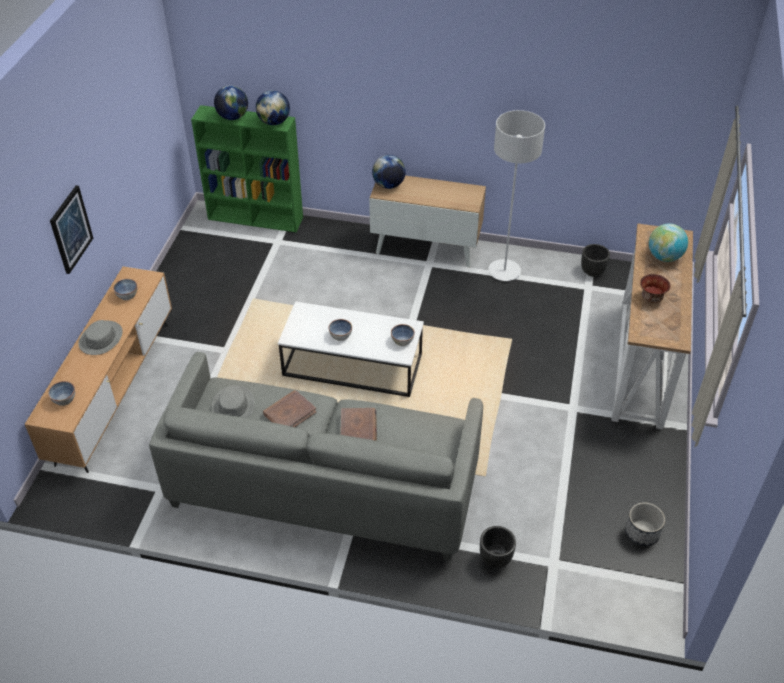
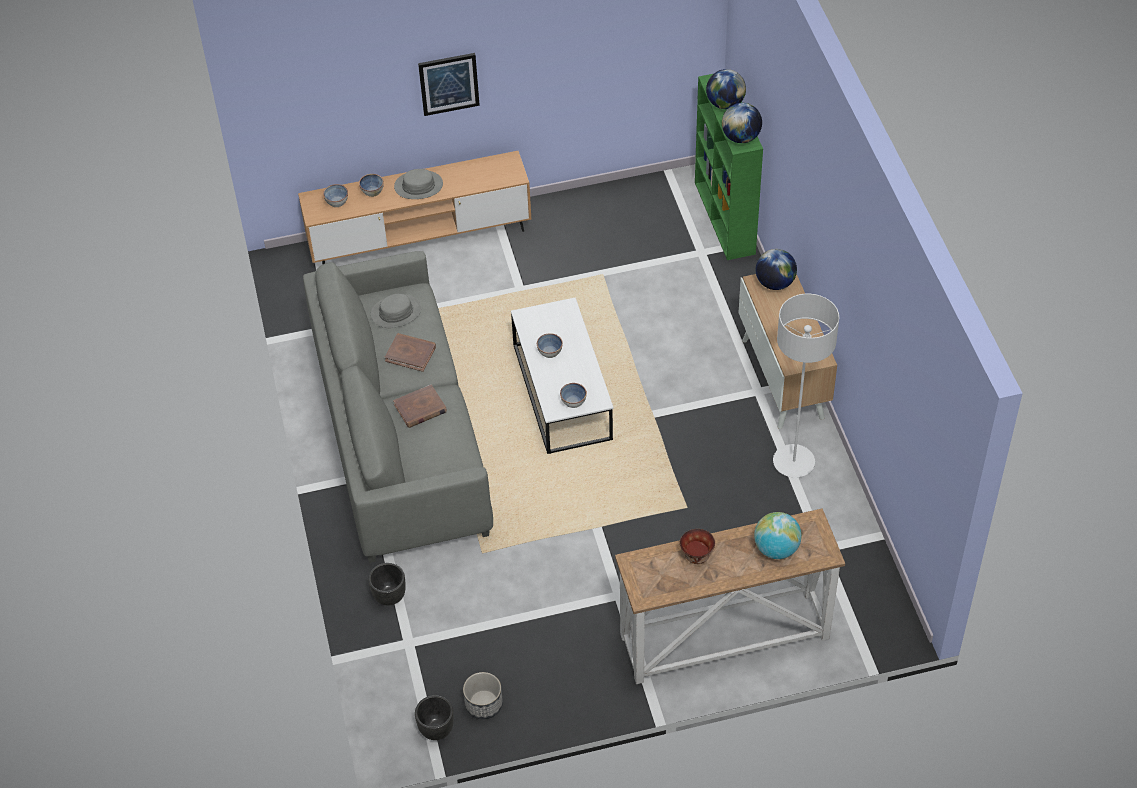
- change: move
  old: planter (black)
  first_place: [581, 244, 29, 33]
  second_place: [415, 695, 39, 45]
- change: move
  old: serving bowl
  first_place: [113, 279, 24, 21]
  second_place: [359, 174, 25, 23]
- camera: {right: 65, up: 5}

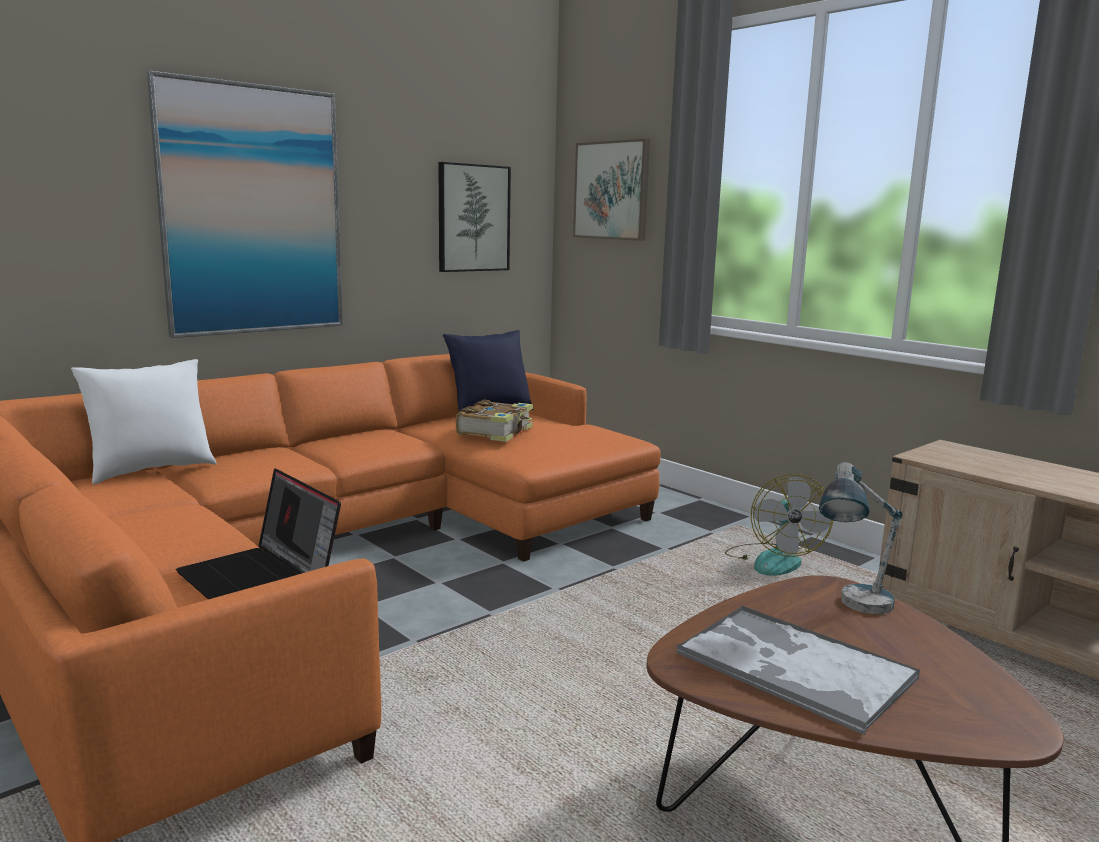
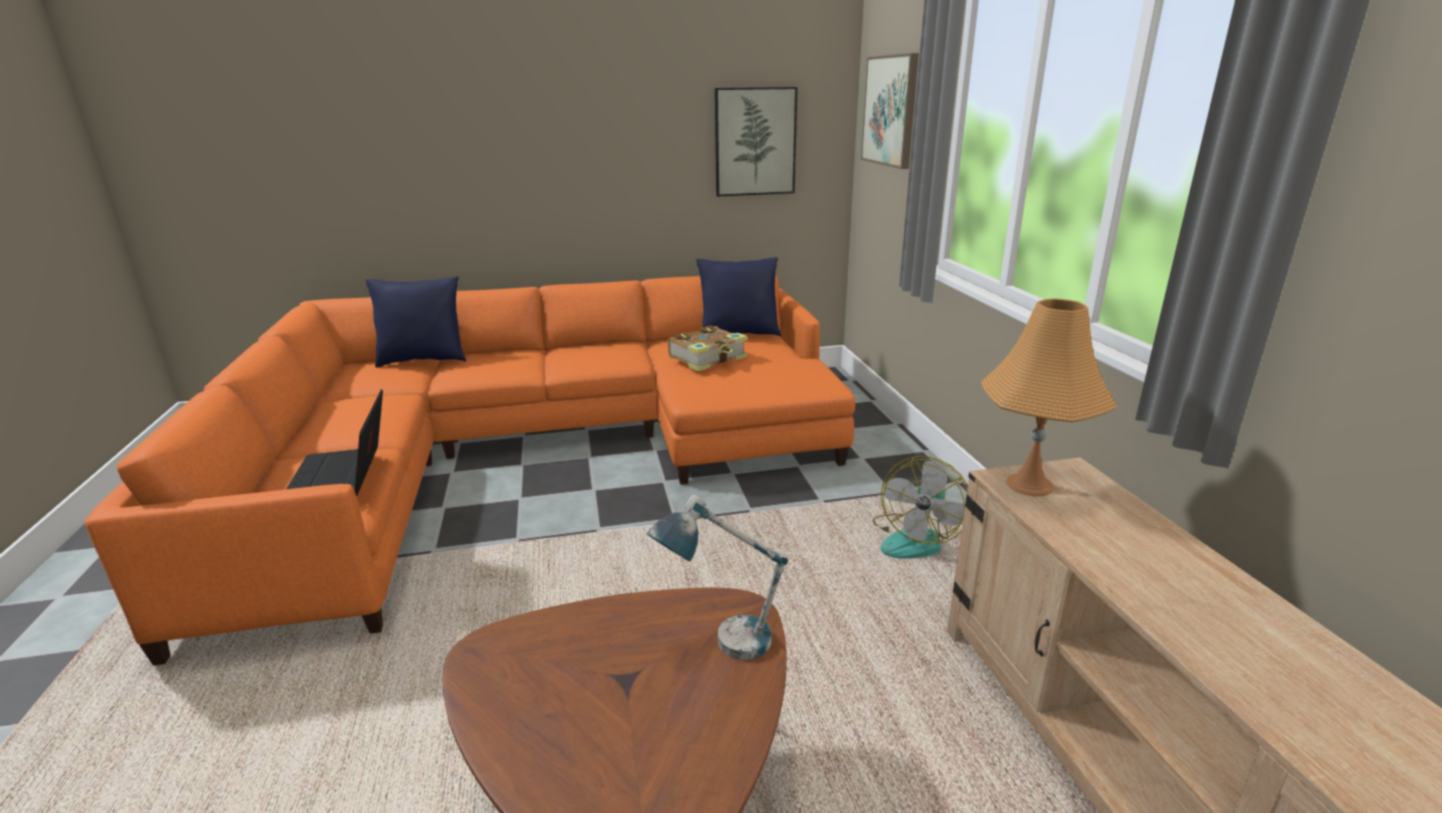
- change: delete
  old: wall picture
  first_place: [147, 71, 196, 267]
- change: recolor
  old: throw pillow (white-coloured)
  new: throw pillow (blue)
  first_place: [71, 359, 146, 125]
  second_place: [366, 276, 100, 91]
- change: delete
  old: tray
  first_place: [677, 605, 243, 130]
- change: insert
  new: tabletop lamp (orangey)
  second_place: [981, 298, 136, 198]
- camera: {right: 30, up: 10}

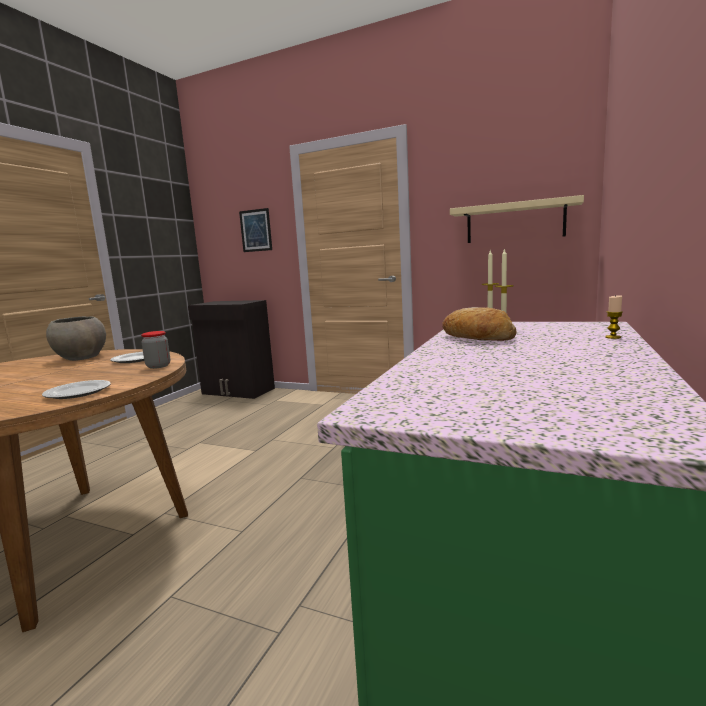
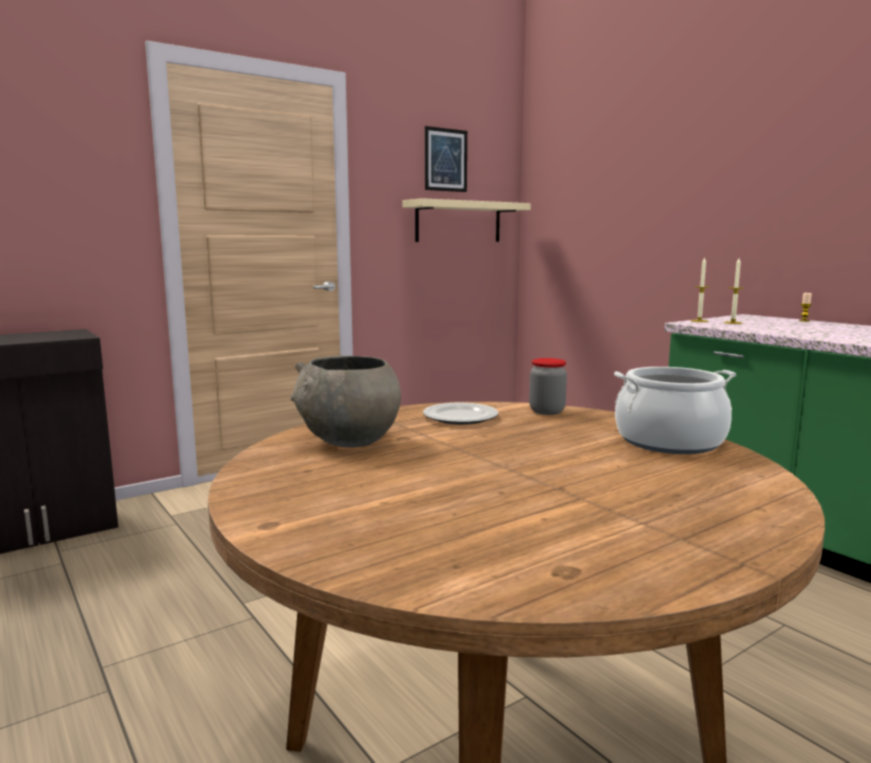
- change: move
  old: wall picture
  first_place: [239, 208, 33, 44]
  second_place: [425, 126, 42, 66]
- change: delete
  old: bread
  first_place: [442, 307, 75, 34]
- change: replace
  old: dinner plate
  new: stockpot
  first_place: [42, 380, 69, 19]
  second_place: [614, 367, 122, 87]
- camera: {right: -60, up: 0}

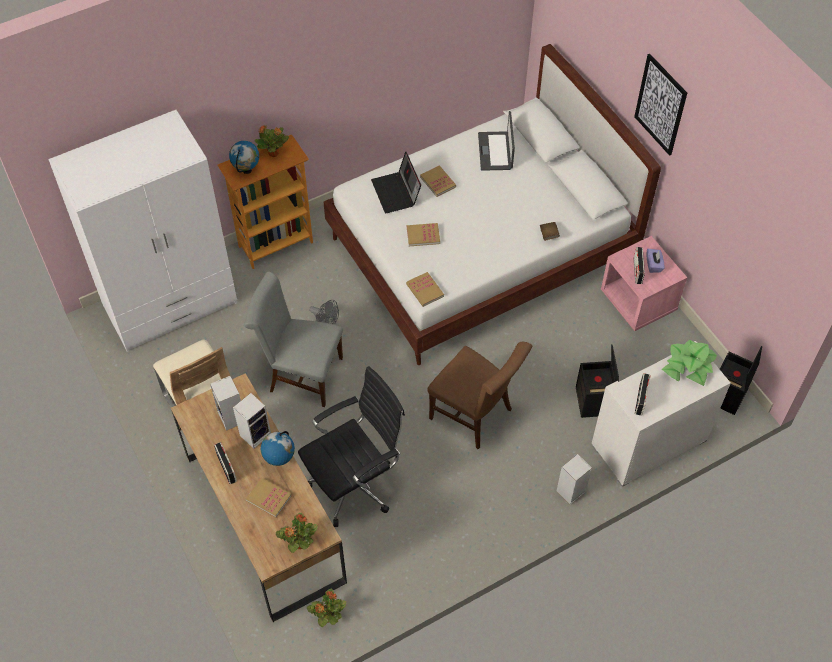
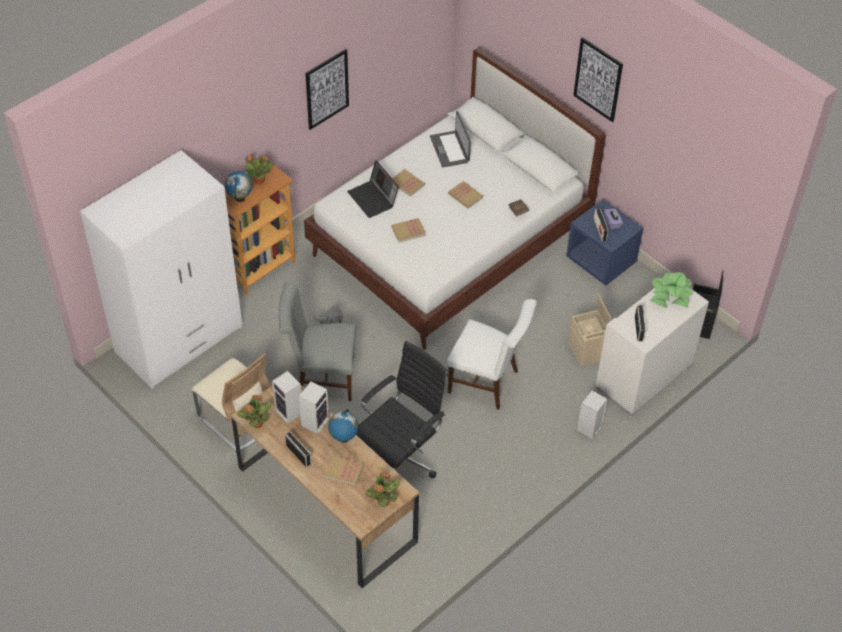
- change: recolor
  old: bedside table (pink)
  new: bedside table (blue)
  first_place: [601, 236, 86, 95]
  second_place: [566, 199, 78, 87]
- change: move
  old: bound book
  first_place: [406, 272, 38, 35]
  second_place: [448, 181, 35, 28]
- change: recolor
  old: plain chair (brownish)
  new: plain chair (white-coloured)
  first_place: [427, 342, 105, 107]
  second_place: [447, 299, 90, 111]
- change: recolor
  old: storage bin (black)
  new: storage bin (beige-coloured)
  first_place: [576, 344, 43, 74]
  second_place: [568, 293, 43, 73]
- change: move
  old: plant in a pot
  first_place: [307, 589, 39, 38]
  second_place: [237, 395, 35, 33]
- change: insert
  new: wall picture
  second_place: [305, 49, 44, 81]
- camera: {right: -15, up: -5}

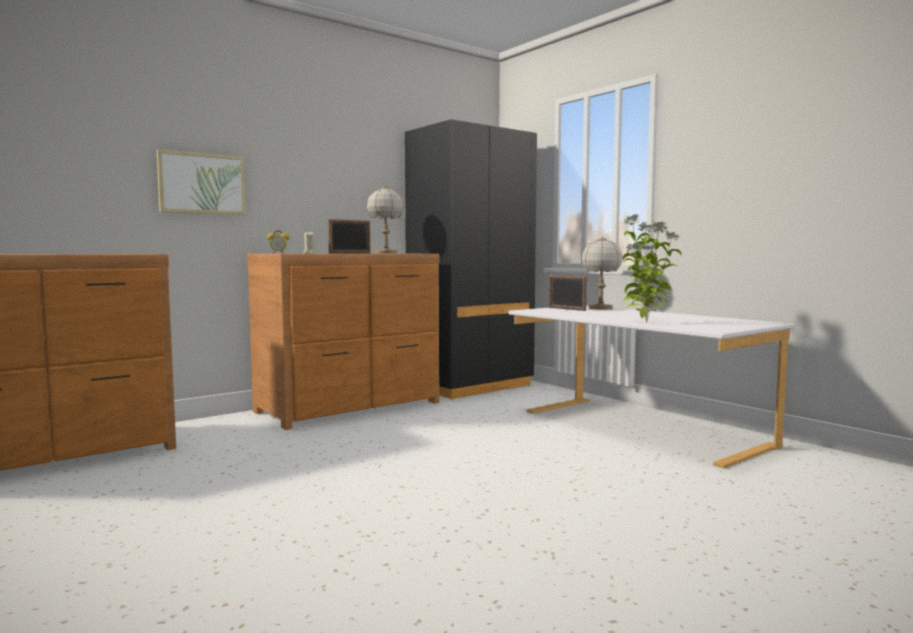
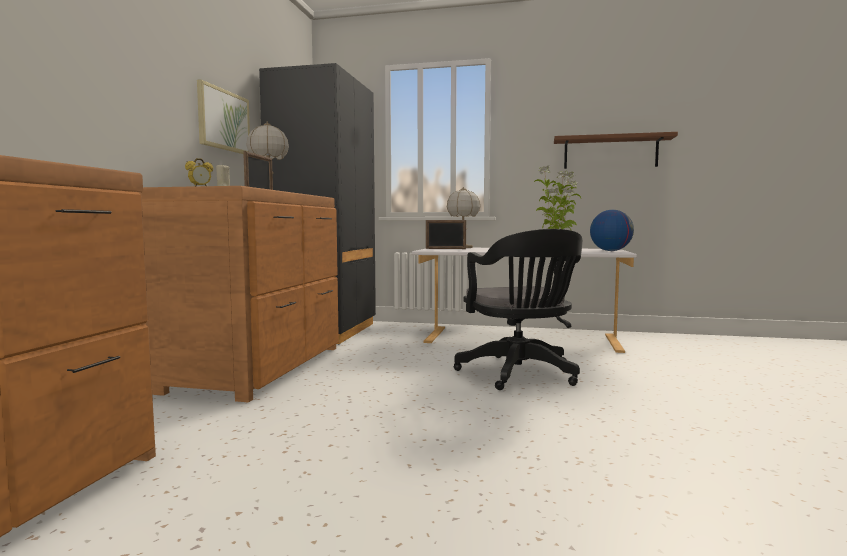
- change: move
  old: wall picture
  first_place: [157, 149, 89, 66]
  second_place: [197, 79, 53, 75]
- change: insert
  new: shelf
  second_place: [554, 132, 124, 37]
- change: insert
  new: desk globe
  second_place: [590, 210, 44, 41]
- change: insert
  new: office chair (black)
  second_place: [454, 229, 129, 161]
- camera: {right: -40, up: 0}

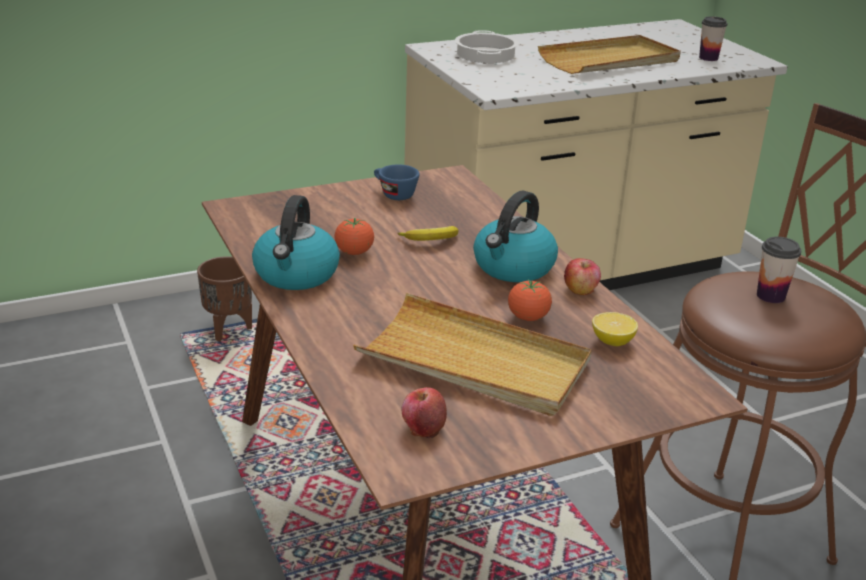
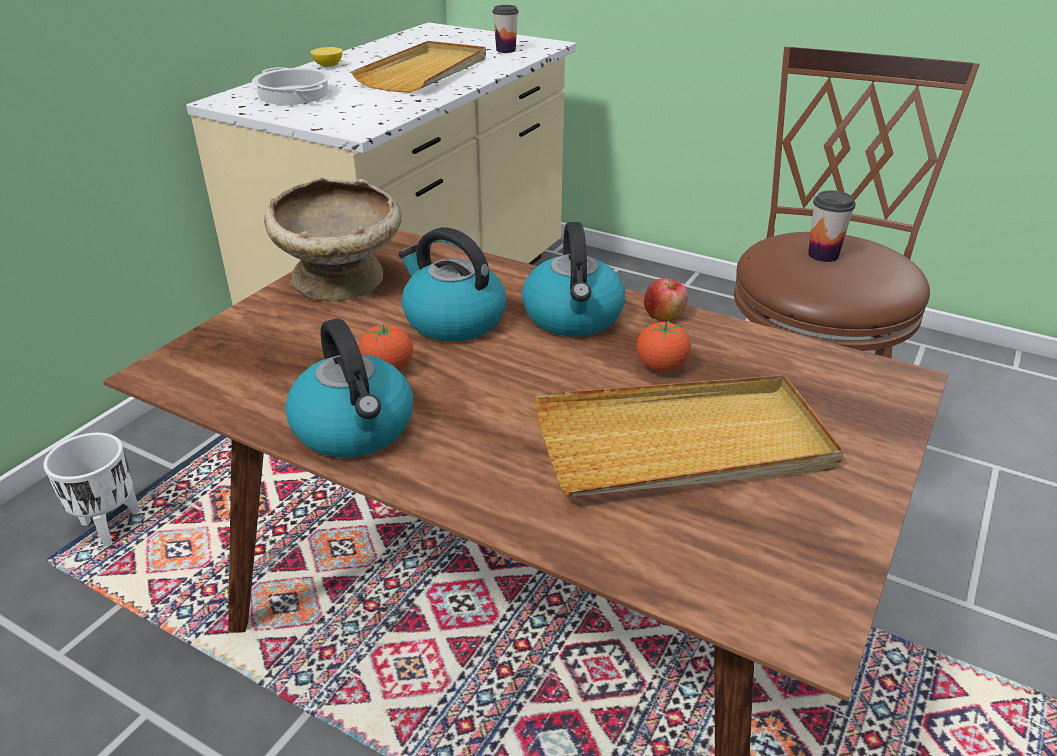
- change: replace
  old: cup (blue)
  new: serving bowl (beige-coloured)
  first_place: [374, 165, 46, 35]
  second_place: [264, 177, 138, 124]
- change: replace
  old: banana fruit
  new: water kettle
  first_place: [397, 226, 61, 15]
  second_place: [398, 227, 108, 115]
- change: recolor
  old: planter (brownish)
  new: planter (white-coloured)
  first_place: [197, 256, 55, 85]
  second_place: [43, 432, 97, 115]
- change: move
  old: whole lemon
  first_place: [592, 312, 46, 34]
  second_place: [311, 47, 31, 20]
- change: delete
  old: whole apple
  first_place: [401, 387, 46, 51]
- camera: {right: -35, up: 5}

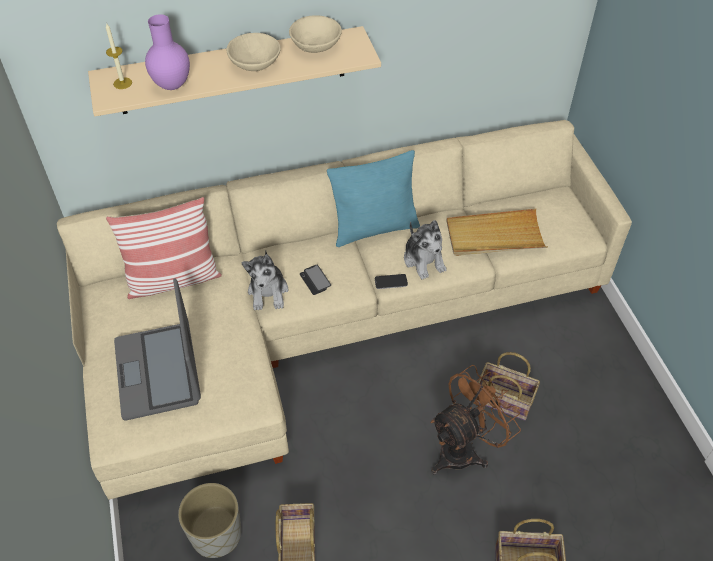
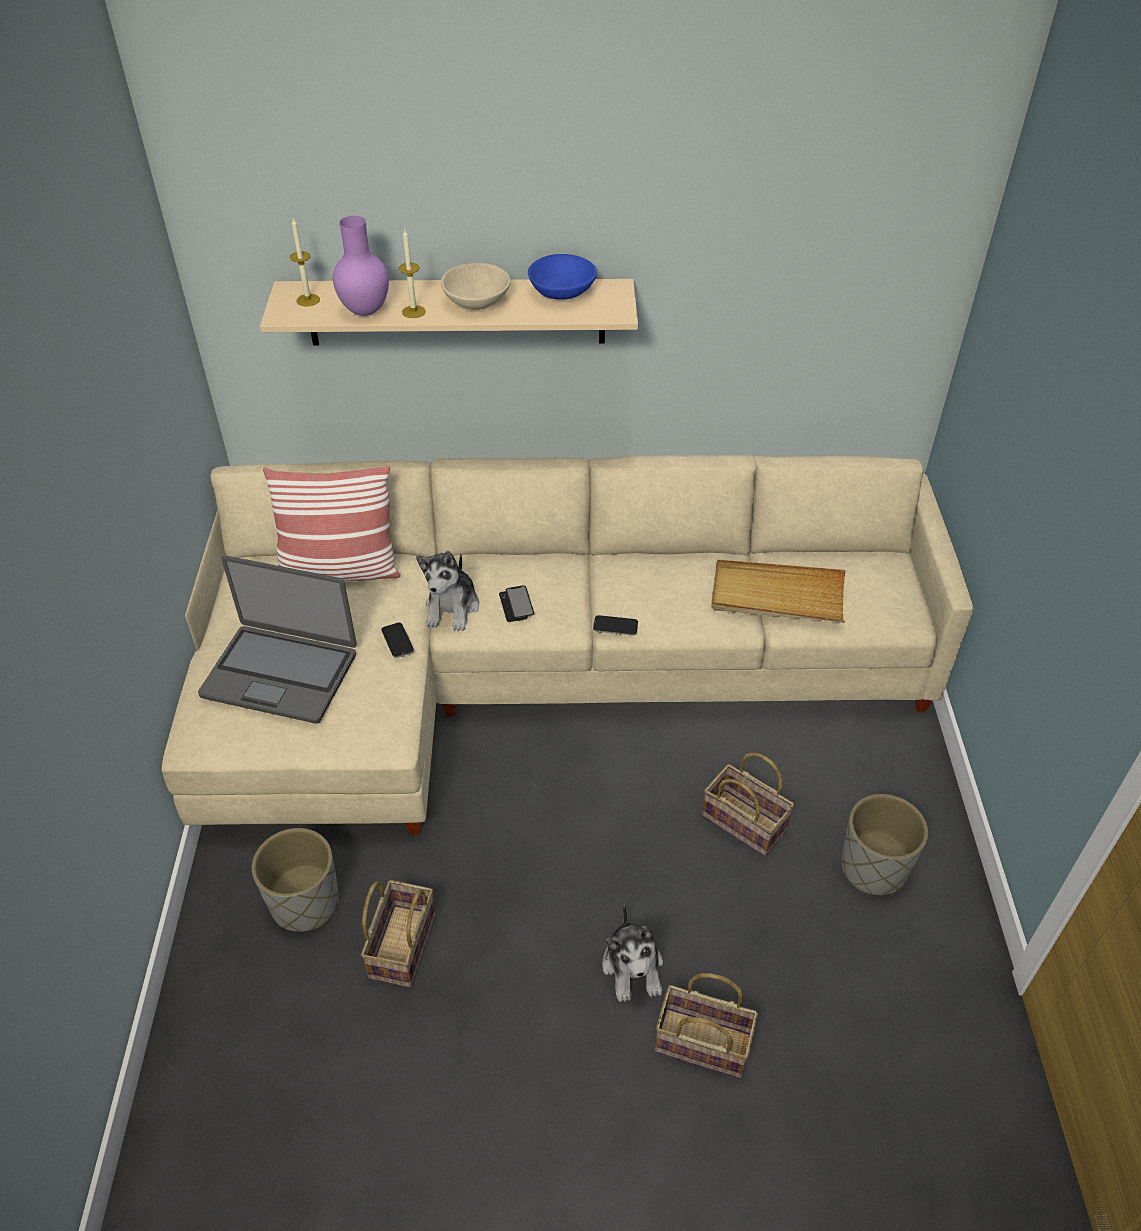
- change: recolor
  old: serving bowl (beige-coloured)
  new: serving bowl (blue)
  first_place: [289, 15, 53, 38]
  second_place: [528, 254, 69, 46]
- change: delete
  old: throw pillow (turquoise-coloured)
  first_place: [327, 150, 93, 97]
- change: move
  old: plush toy
  first_place: [404, 220, 43, 59]
  second_place: [602, 903, 61, 99]
- change: rotate
  old: laptop
  first_place: [114, 278, 87, 143]
  second_place: [198, 555, 159, 168]
  degrees: -75
- change: delete
  old: electric fan (brownish)
  first_place: [431, 365, 90, 109]
- change: insert
  new: wax candle
  second_place: [399, 230, 27, 88]
- change: insert
  new: telephone
  second_place: [381, 623, 33, 35]
- change: insert
  new: planter (gray)
  second_place: [841, 794, 87, 101]
- camera: {right: 15, up: -5}

